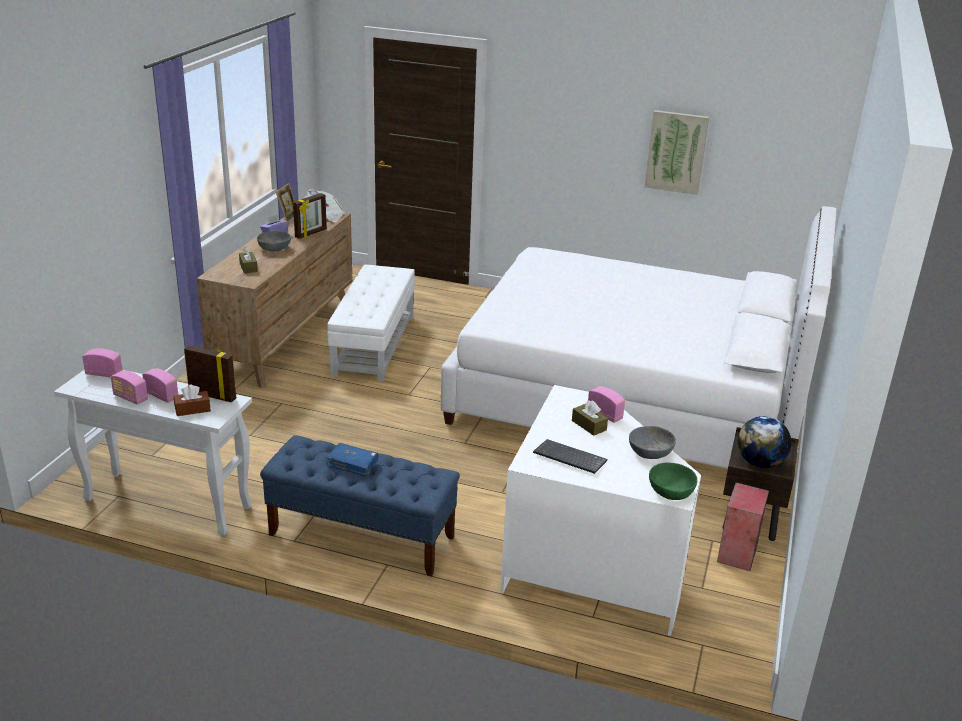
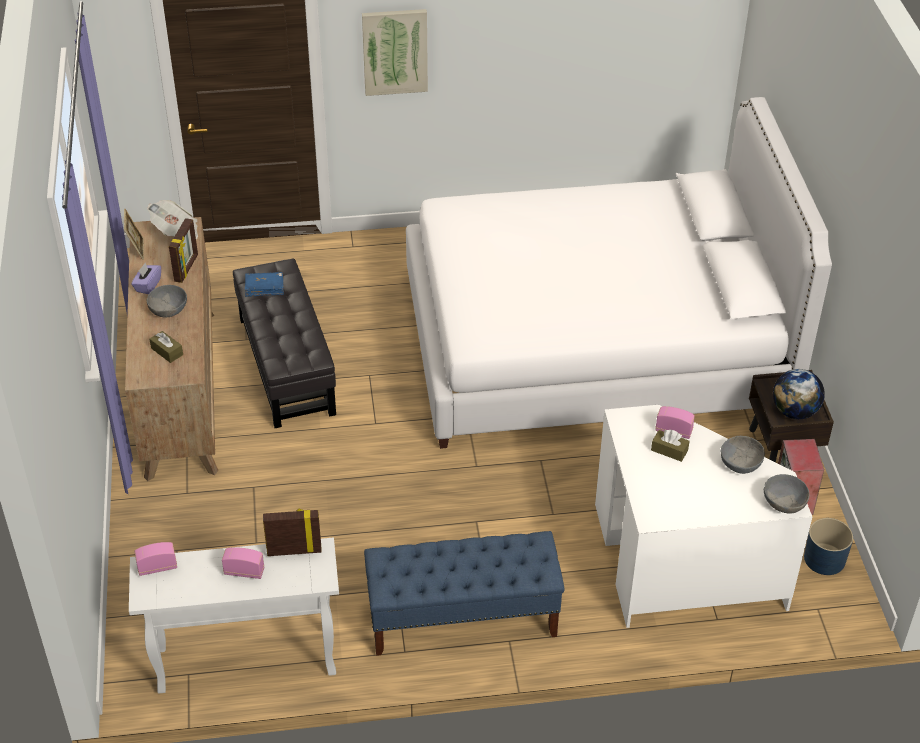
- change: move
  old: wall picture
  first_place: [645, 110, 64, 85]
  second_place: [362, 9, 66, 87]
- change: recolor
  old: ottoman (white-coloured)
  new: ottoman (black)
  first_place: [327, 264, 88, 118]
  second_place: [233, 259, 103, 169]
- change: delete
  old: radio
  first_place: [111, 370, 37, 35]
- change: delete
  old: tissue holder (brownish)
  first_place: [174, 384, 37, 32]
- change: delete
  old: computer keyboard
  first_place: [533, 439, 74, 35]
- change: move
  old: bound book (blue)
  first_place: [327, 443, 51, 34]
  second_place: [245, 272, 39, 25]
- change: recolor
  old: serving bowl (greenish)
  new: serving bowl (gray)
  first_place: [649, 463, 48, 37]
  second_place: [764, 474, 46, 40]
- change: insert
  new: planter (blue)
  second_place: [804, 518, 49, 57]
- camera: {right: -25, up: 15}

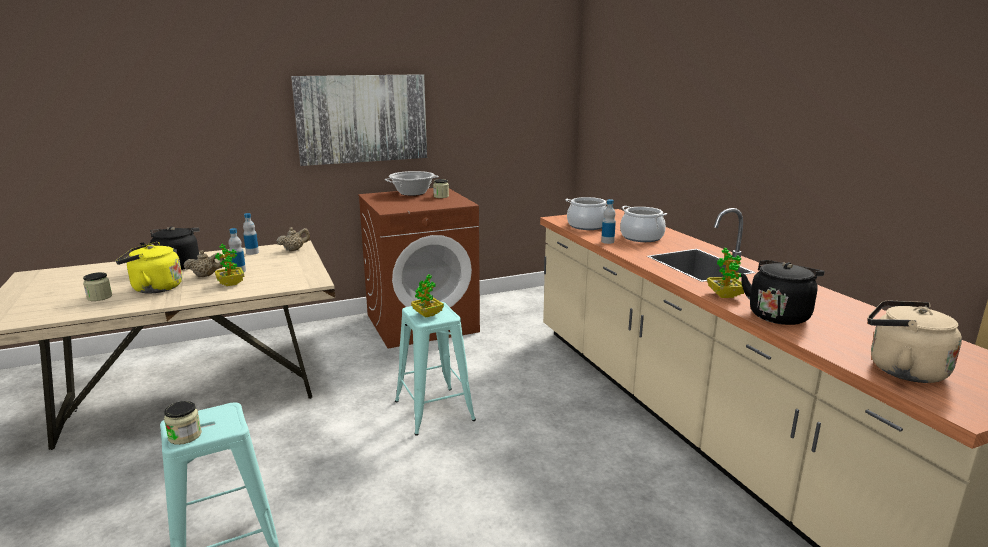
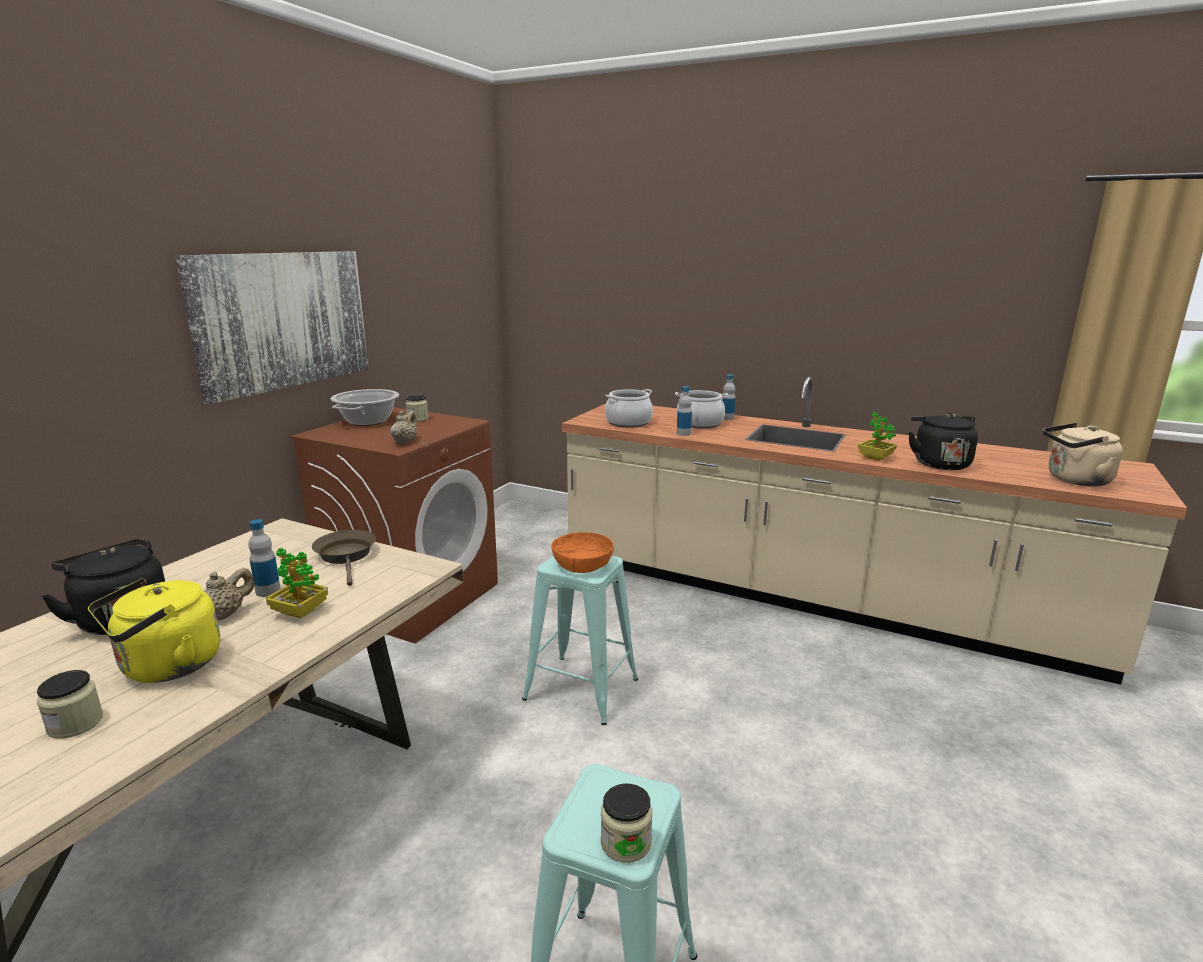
- change: move
  old: bottle
  first_place: [243, 213, 16, 42]
  second_place: [722, 374, 14, 46]
- change: move
  old: tea pot (beige-coloured)
  first_place: [276, 227, 34, 24]
  second_place: [391, 411, 26, 33]
- change: replace
  old: plant in a pot
  new: serving bowl (orangey)
  first_place: [411, 274, 33, 44]
  second_place: [551, 532, 63, 41]
- change: insert
  new: skillet (brownish)
  second_place: [312, 530, 64, 56]
- camera: {right: -40, up: 0}

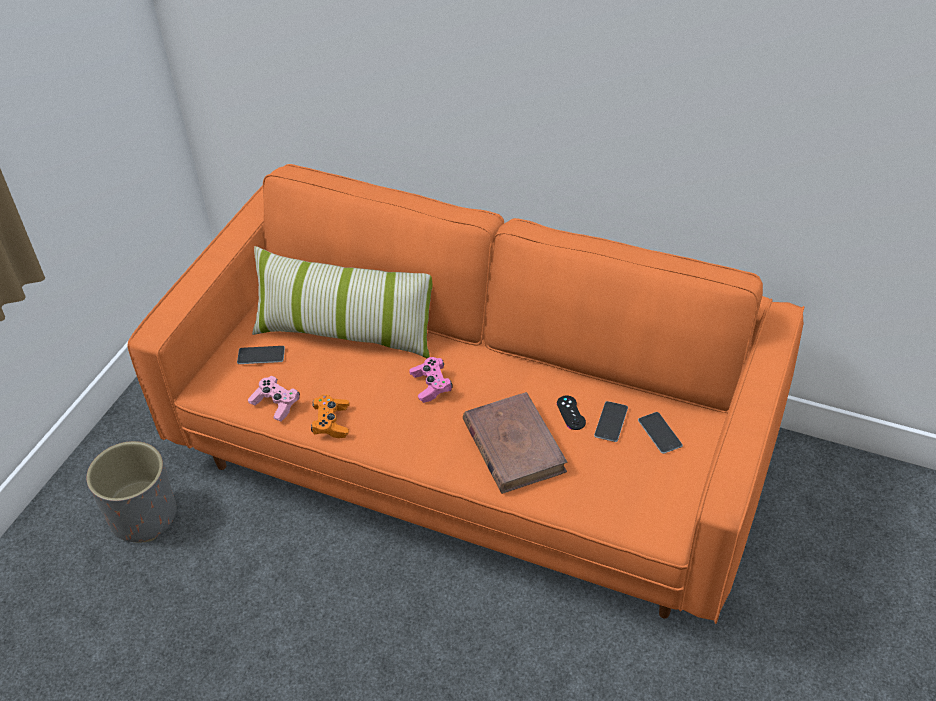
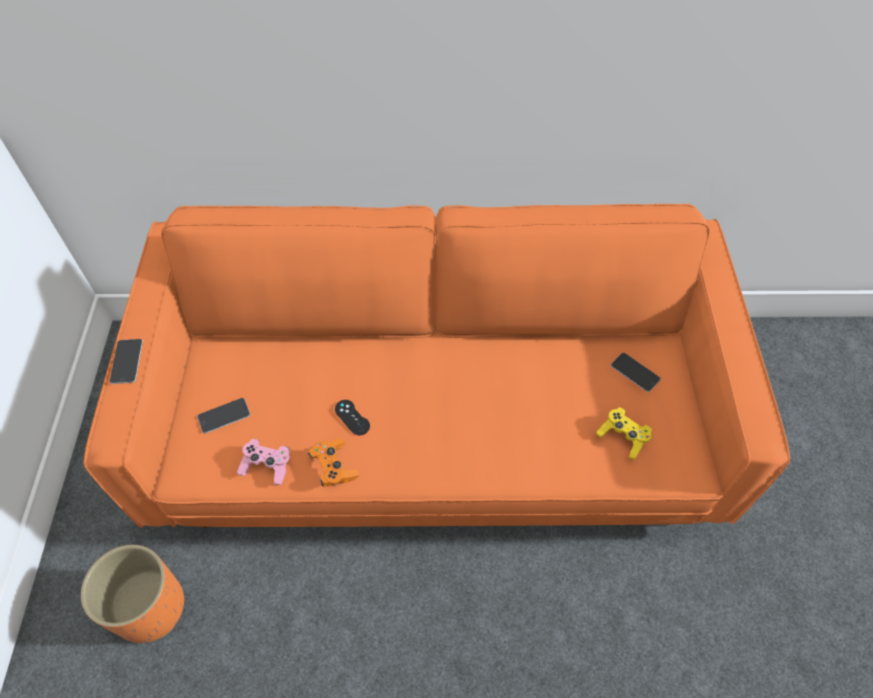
- change: delete
  old: throw pillow
  first_place: [252, 246, 181, 112]
- change: delete
  old: gamepad (pink)
  first_place: [409, 357, 44, 46]
- change: delete
  old: bound book (brownish)
  first_place: [463, 392, 104, 102]
- change: move
  old: gamepad (black)
  first_place: [557, 396, 29, 34]
  second_place: [335, 400, 35, 35]
- change: move
  old: telephone
  first_place: [594, 401, 34, 41]
  second_place: [109, 339, 34, 45]
- change: recolor
  old: planter (gray)
  new: planter (orangey)
  first_place: [87, 441, 89, 101]
  second_place: [81, 545, 103, 98]
- change: insert
  new: gamepad (yellow)
  second_place: [596, 407, 56, 53]
- camera: {right: -25, up: 10}

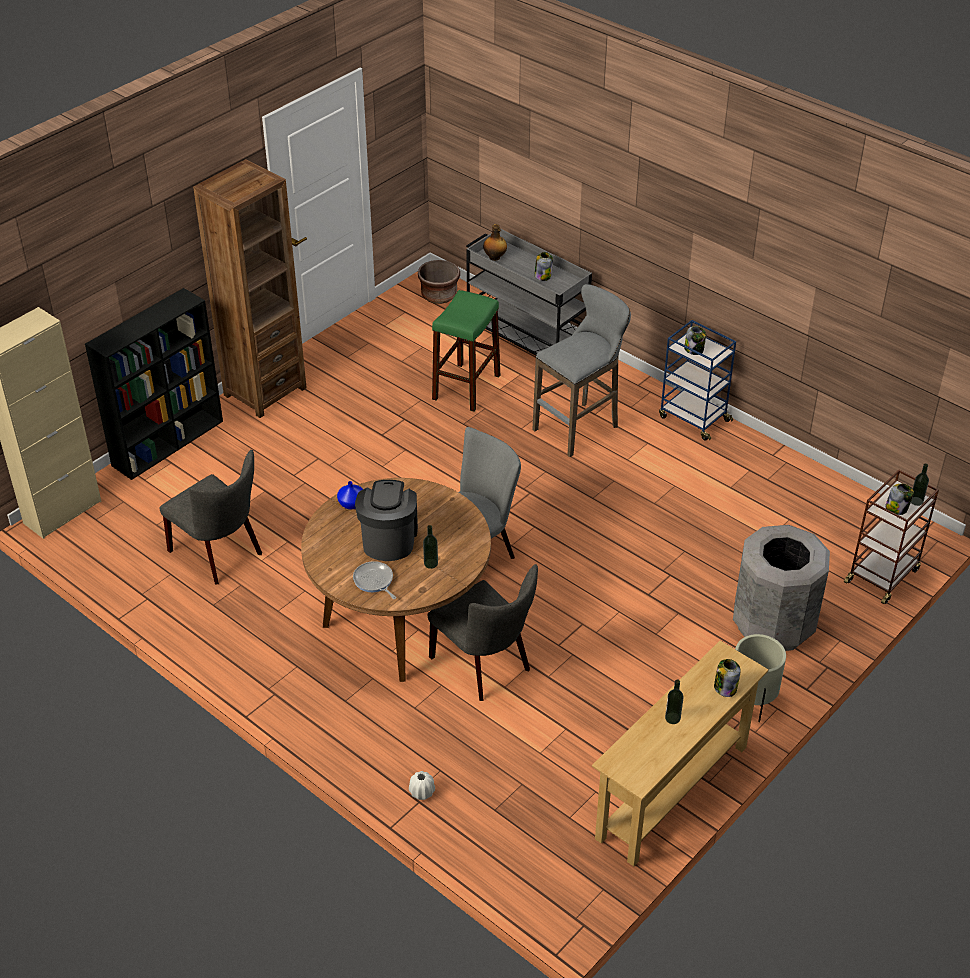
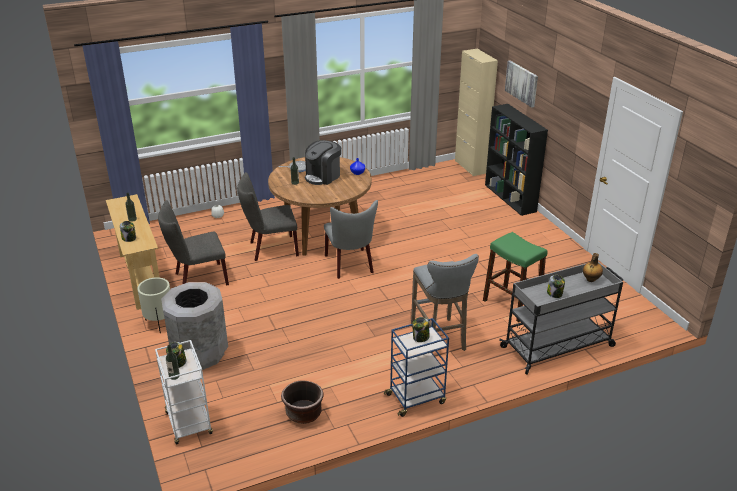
- change: delete
  old: bookcase (brownish)
  first_place: [193, 159, 114, 259]
- change: move
  old: planter (brownish)
  first_place: [418, 260, 42, 44]
  second_place: [281, 380, 42, 44]
- change: move
  old: plain chair (gray)
  first_place: [159, 450, 103, 135]
  second_place: [158, 200, 71, 86]
- change: recolor
  old: wheeled cart (brownish)
  new: wheeled cart (white-coloured)
  first_place: [844, 470, 95, 134]
  second_place: [155, 340, 58, 105]
- change: rotate
  old: coffee brewer
  first_place: [355, 480, 63, 81]
  second_place: [305, 140, 36, 45]
  degrees: 105
- change: insert
  new: wall picture
  second_place: [505, 61, 33, 47]
- camera: {right: 115, up: -10}

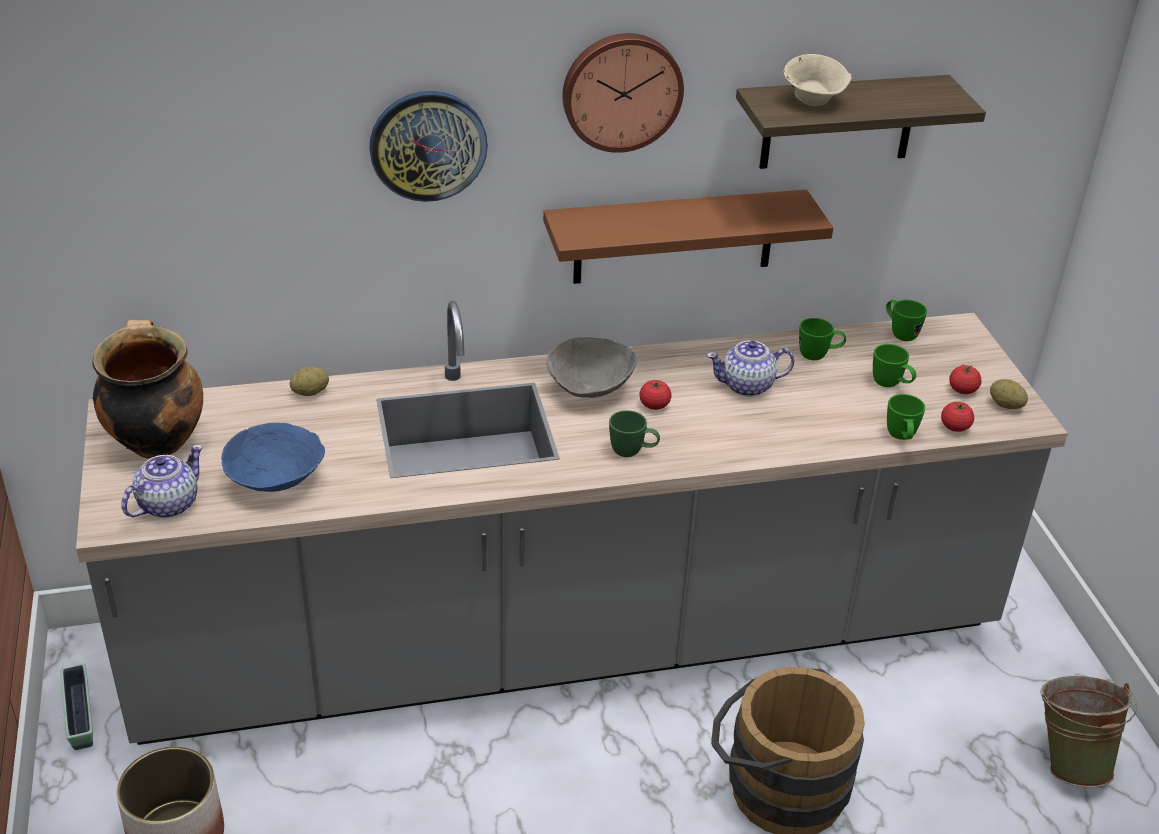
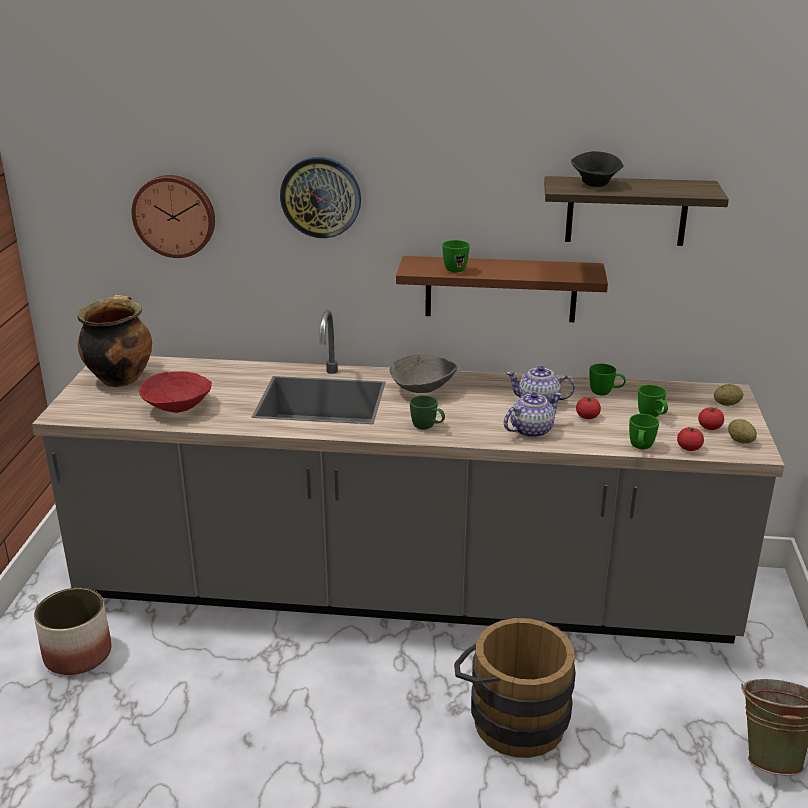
- change: move
  old: clock on the wall
  first_place: [562, 33, 122, 120]
  second_place: [132, 175, 83, 83]
- change: recolor
  old: serving bowl (beige-coloured)
  new: serving bowl (black)
  first_place: [783, 54, 69, 52]
  second_place: [571, 151, 52, 36]
- change: move
  old: tea mug (greenish)
  first_place: [886, 300, 41, 41]
  second_place: [442, 240, 28, 32]
- change: move
  old: potato
  first_place: [290, 367, 39, 29]
  second_place: [714, 384, 29, 22]
- change: move
  old: fresh tomato
  first_place: [639, 380, 32, 30]
  second_place: [576, 397, 25, 22]
- change: recolor
  old: serving bowl (blue)
  new: serving bowl (red)
  first_place: [221, 423, 104, 69]
  second_place: [139, 371, 73, 42]
- change: move
  old: tea pot
  first_place: [121, 444, 82, 74]
  second_place: [504, 392, 58, 46]
- change: delete
  old: planter
  first_place: [61, 664, 32, 86]
- camera: {right: 20, up: -10}

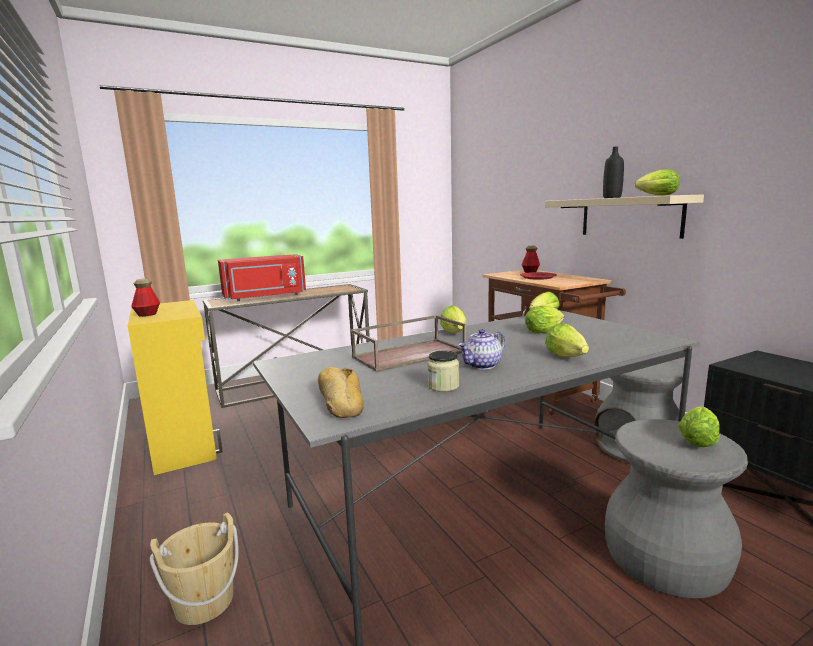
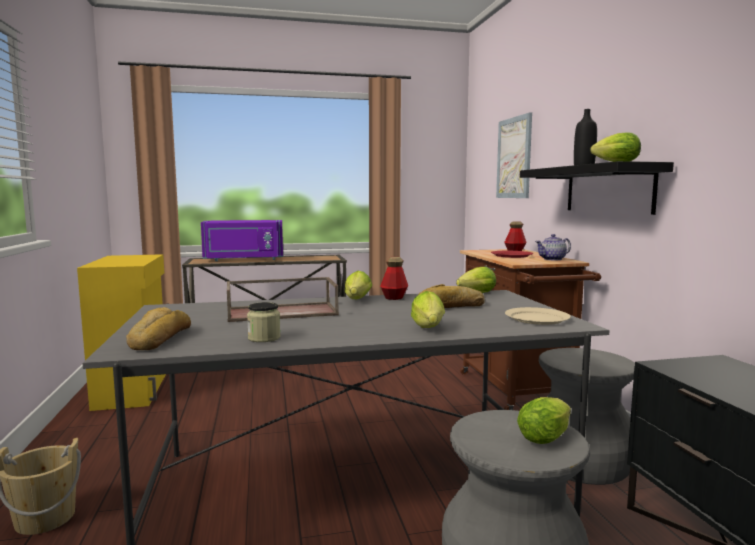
- change: recolor
  old: shelf (beige-coloured)
  new: shelf (black)
  first_place: [545, 195, 159, 44]
  second_place: [520, 161, 154, 54]
- change: recolor
  old: microwave (red)
  new: microwave (purplish)
  first_place: [218, 254, 88, 47]
  second_place: [201, 220, 82, 41]
- change: move
  old: bottle
  first_place: [131, 279, 29, 38]
  second_place: [380, 257, 28, 43]
- change: replace
  old: head of lettuce
  new: bread
  first_place: [525, 306, 39, 27]
  second_place: [417, 284, 68, 24]
- change: move
  old: tea pot
  first_place: [458, 329, 47, 41]
  second_place: [535, 234, 36, 26]
- change: insert
  new: wall picture
  second_place: [496, 112, 36, 86]
- change: insert
  new: dinner plate (beige-coloured)
  second_place: [505, 307, 66, 18]
- camera: {right: 15, up: -5}

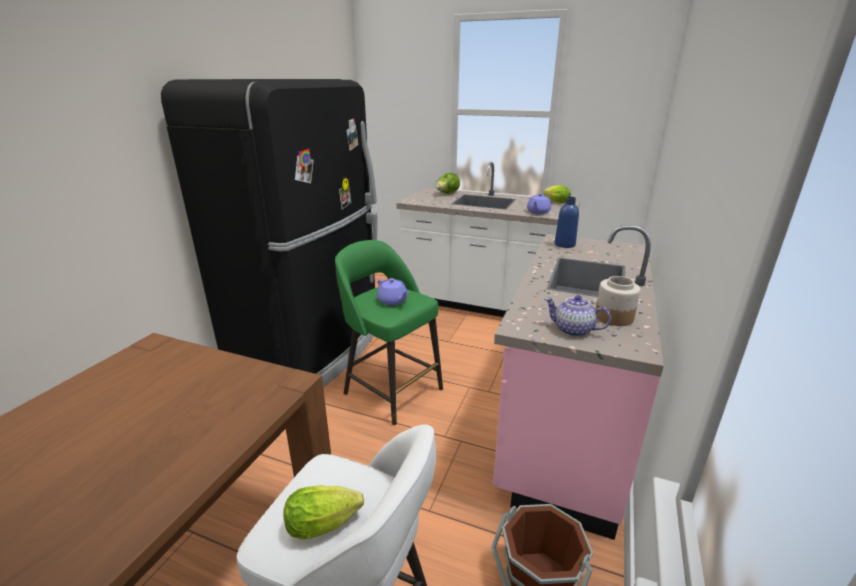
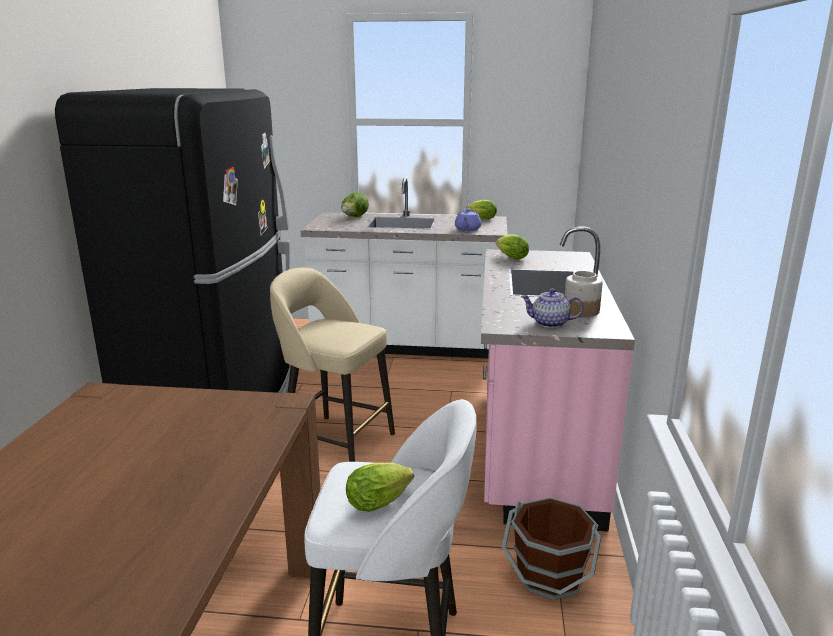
- change: replace
  old: bottle (blue)
  new: head of lettuce
  first_place: [554, 197, 25, 51]
  second_place: [496, 234, 33, 26]
- change: recolor
  old: stool seat (greenish)
  new: stool seat (beige-coloured)
  first_place: [335, 240, 108, 185]
  second_place: [270, 268, 125, 194]
- change: delete
  old: tea pot (purplish)
  first_place: [377, 278, 31, 27]
- camera: {right: -15, up: -5}

